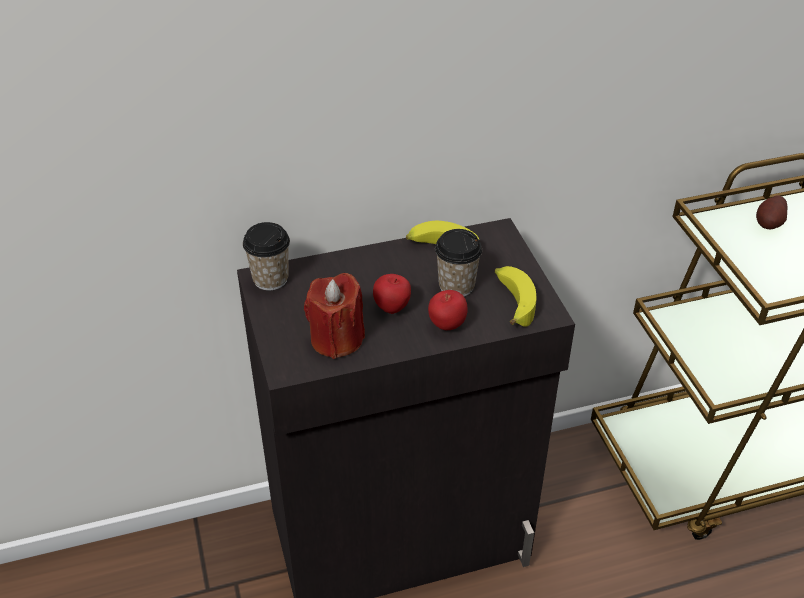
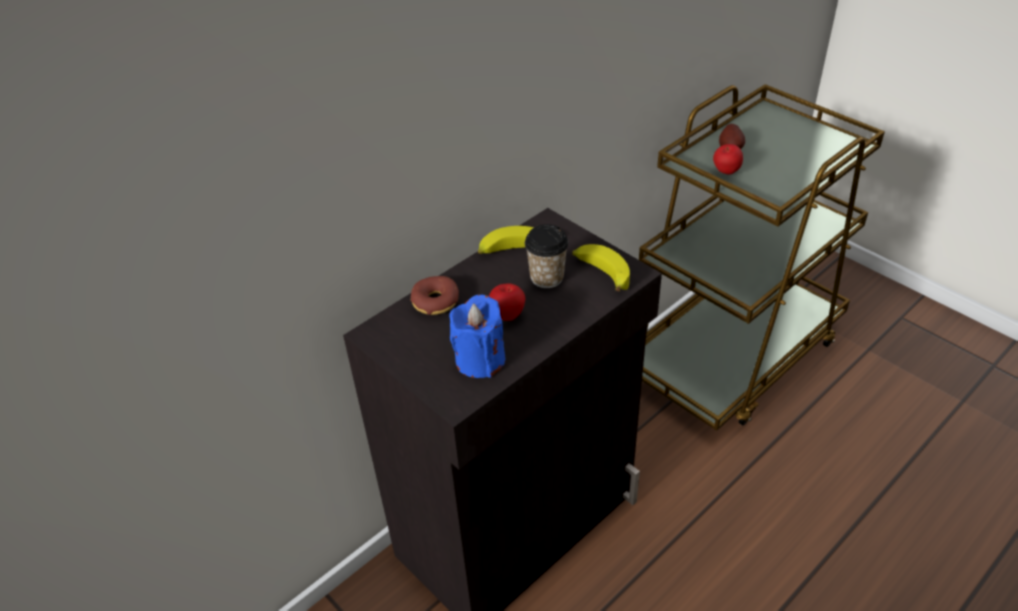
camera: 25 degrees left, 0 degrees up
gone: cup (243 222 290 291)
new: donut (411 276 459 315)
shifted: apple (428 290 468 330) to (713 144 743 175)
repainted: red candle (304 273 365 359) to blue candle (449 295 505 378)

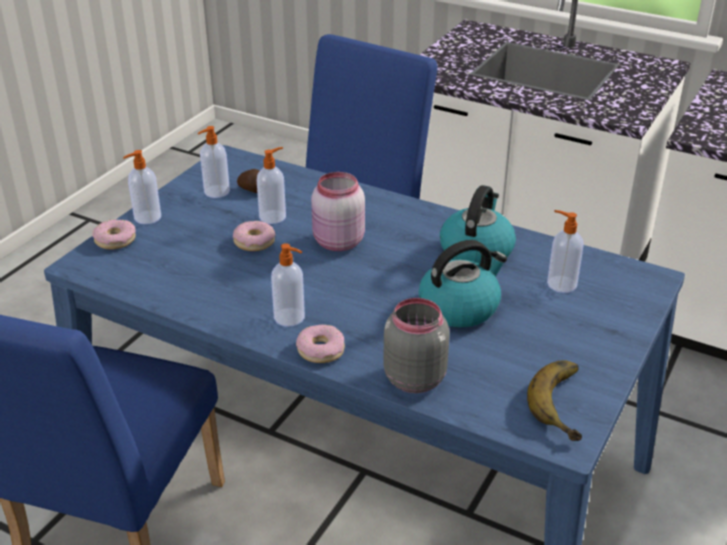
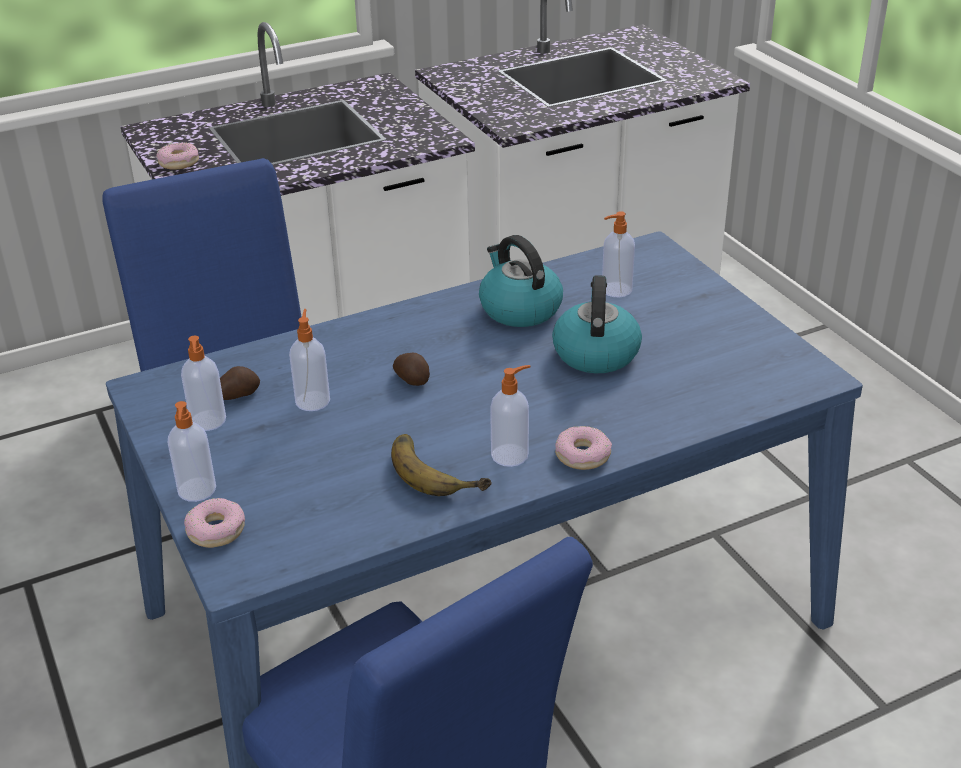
camera: 55 degrees left, 0 degrees up
gone: grey jar (383 298 450 393)
shifted: donut (233 221 275 251) to (156 143 199 170); banana (527 360 582 441) to (391 434 492 496)
swapped: pink jar (311 172 365 251) to potato (393 353 430 386)

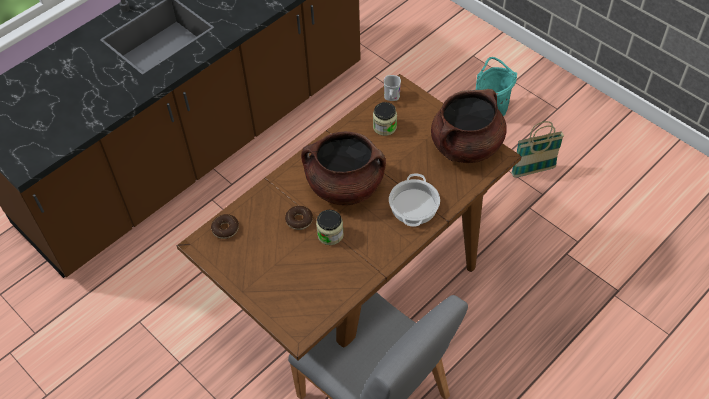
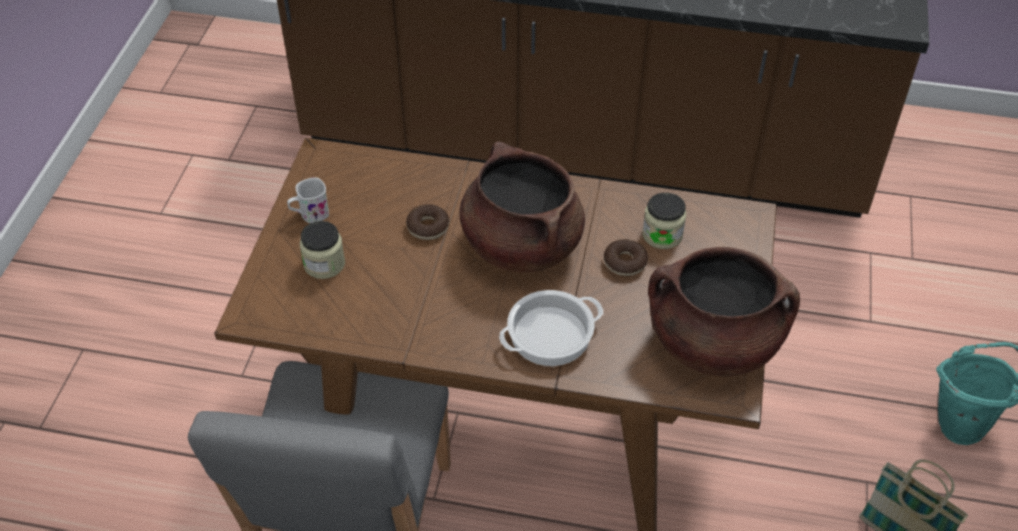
camera: 55 degrees right, 5 degrees down
shifted: white mug (384 75 401 101) to (287 178 329 223); jar (316 210 344 245) to (300 221 345 279); donut (211 214 239 239) to (604 239 648 276)

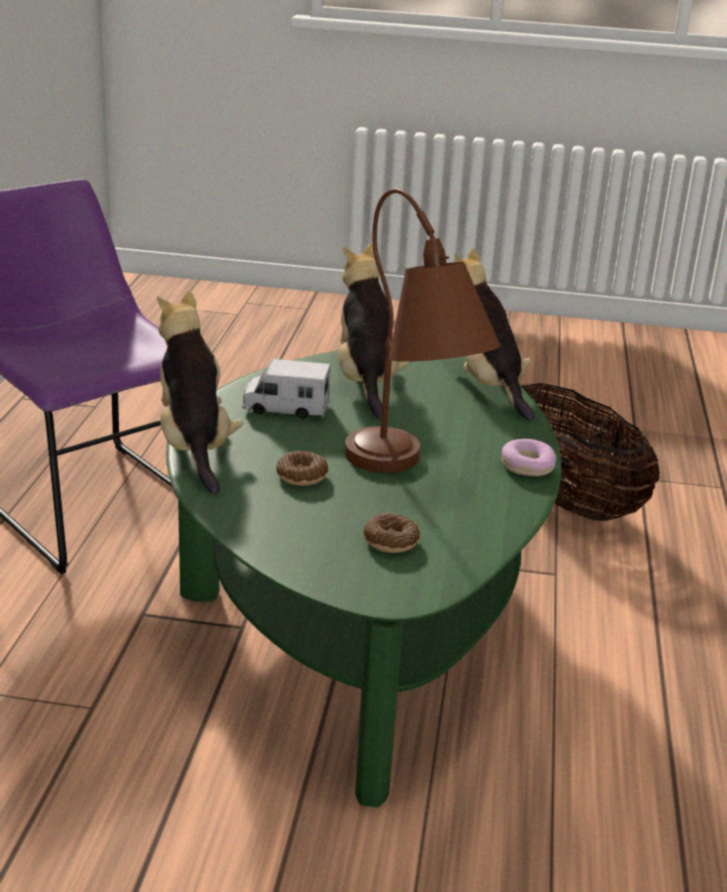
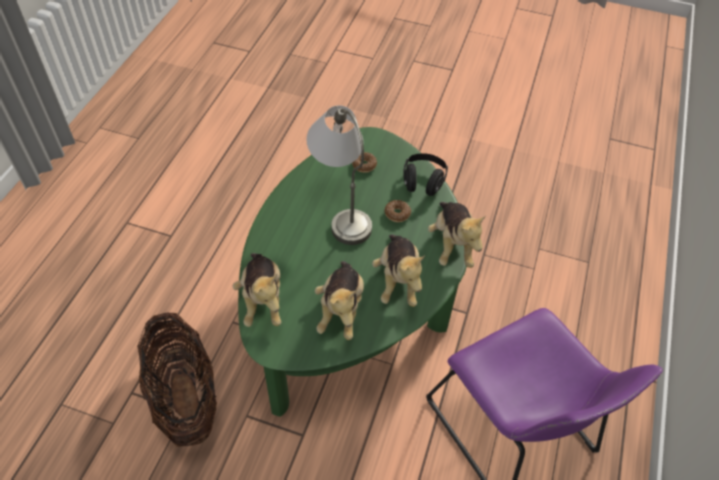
camera: 170 degrees left, 25 degrees up
gone: donut (501 439 556 476)
new: black headphones (403 153 448 196)
swapped: toy truck (242 359 330 419) to plush toy (372 234 425 307)
repainted: brown table lamp (345 188 501 473) to grey table lamp (307 105 372 245)

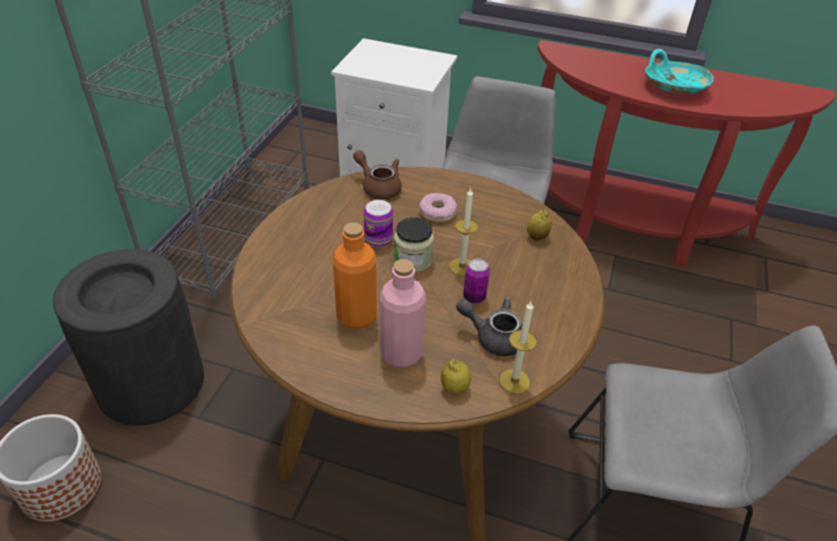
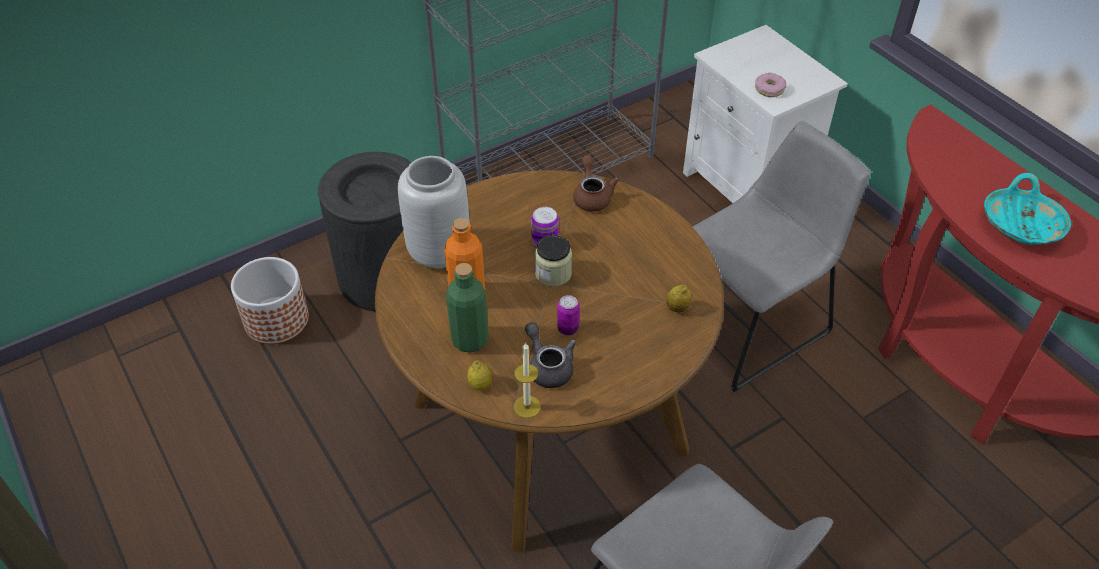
camera: 40 degrees right, 5 degrees up
gone: candle (450 188 478 276)
new: grey vase (398 156 470 268)
shifted: donut (419 193 457 222) to (755 73 786 97)
repainted: pink bottle (380 259 426 368) to green bottle (446 263 489 353)

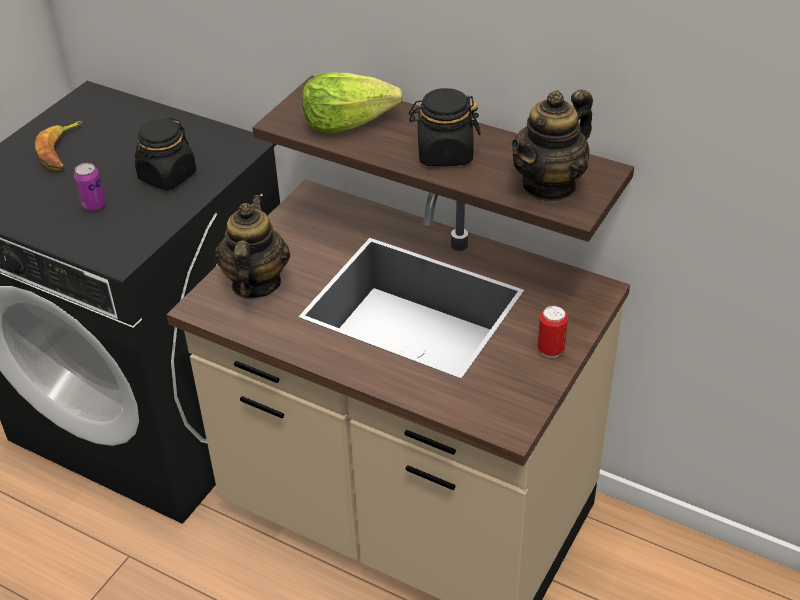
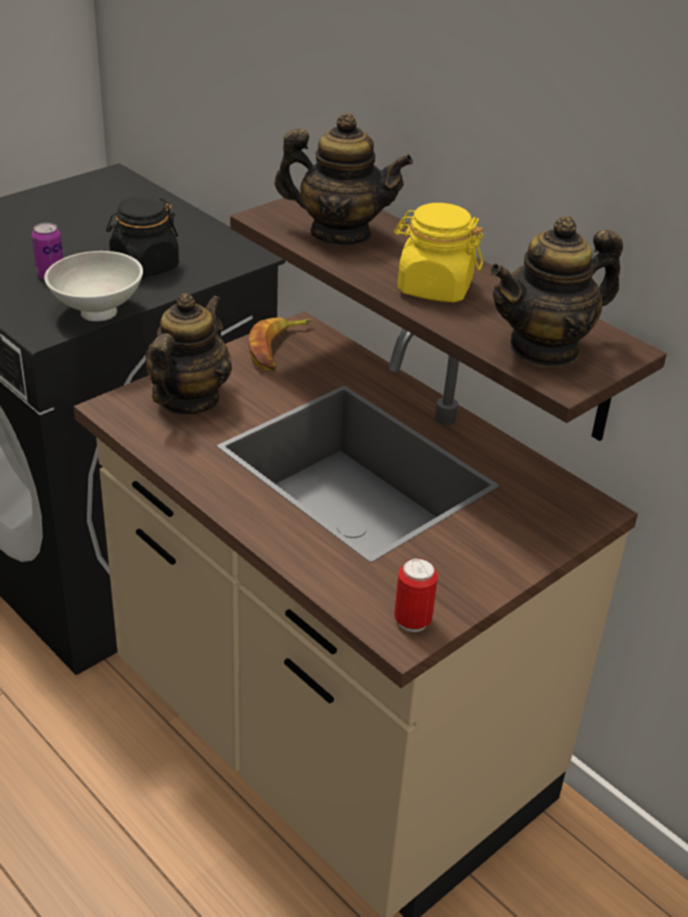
camera: 15 degrees right, 5 degrees down
new: white bowl (44 251 143 321)
shifted: banana (35 121 83 170) to (249 317 313 371); can (538 306 568 358) to (394 558 438 632)
swapped: lettuce (302 72 403 133) to teapot (274 113 413 245)
repainted: black jar (409 88 481 166) to yellow jar (394 203 484 302)

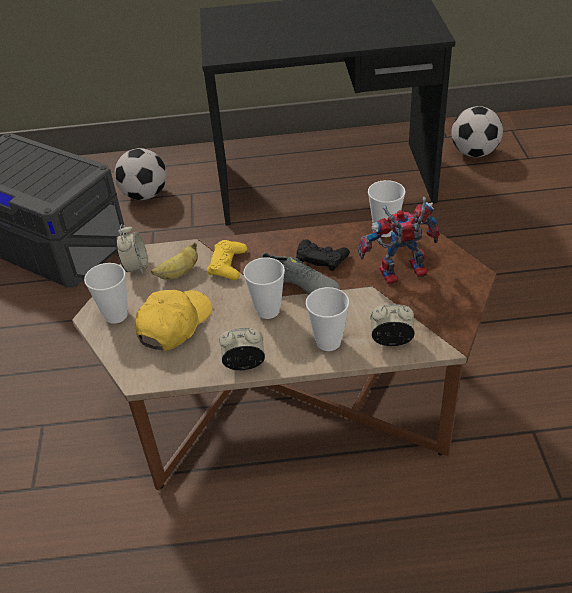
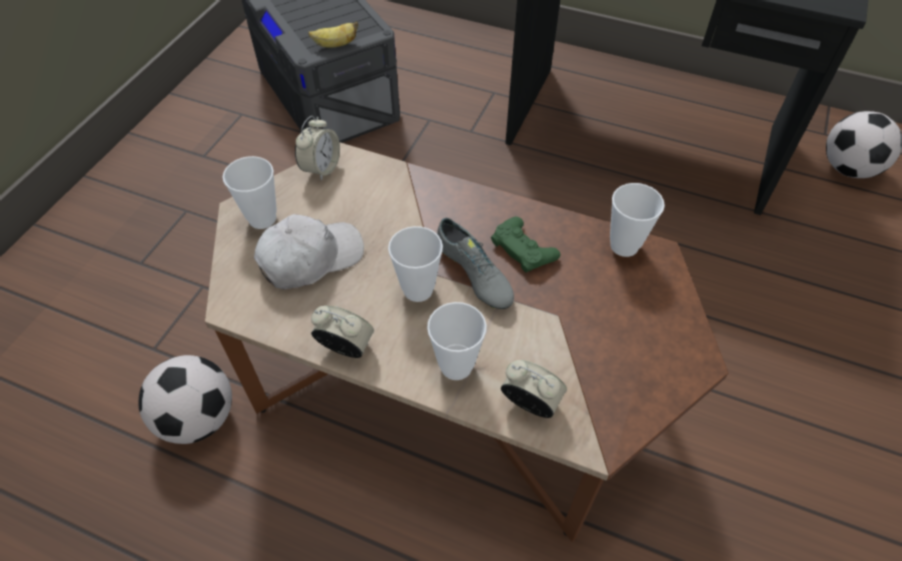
camera: 25 degrees right, 10 degrees up
gone: toy robot (357 197 440 285); yellow game controller (207 240 247 280)
shifted: football (115 148 166 200) to (138 355 232 444); banana (151 242 198 280) to (308 22 359 48)
repainted: black game controller (296 239 350 271) to green game controller (491 217 560 272); yellow cap (135 290 213 351) to white cap (254 214 364 289)

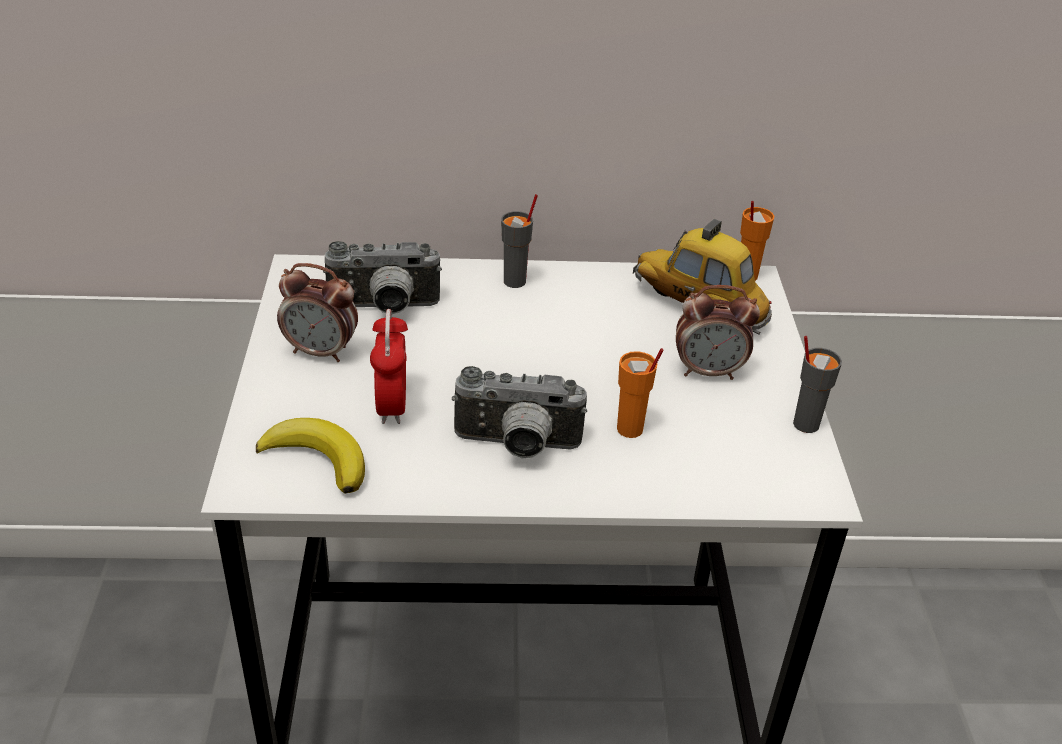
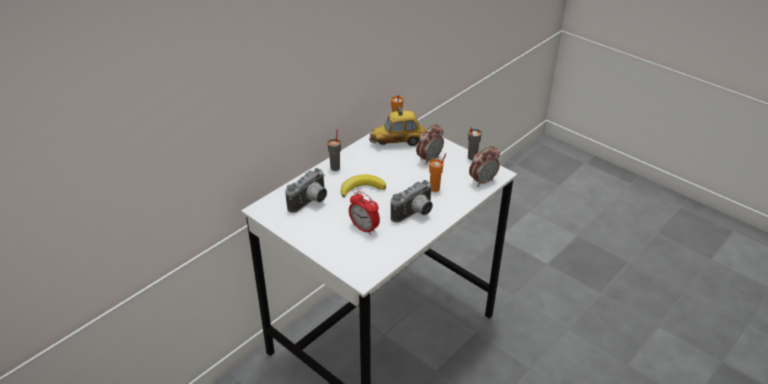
camera: 45 degrees left, 0 degrees up
shifted: alarm clock (277 263 358 362) to (469 146 500 187); banana (256 418 365 494) to (341 175 386 198)

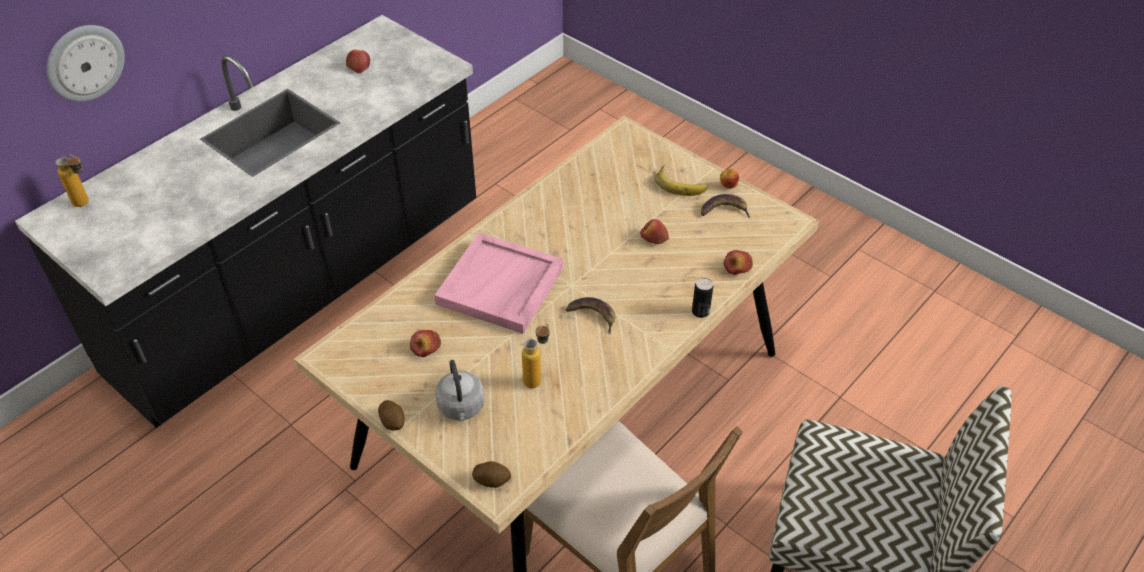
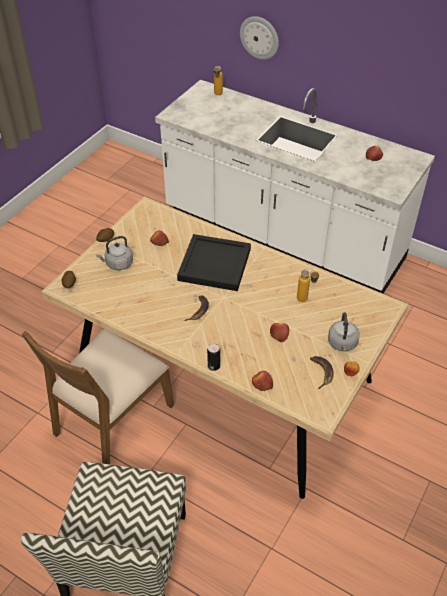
camera: 80 degrees right, 0 degrees up
shifted: bottle (522 324 549 388) to (297 270 319 302)
swapped: banana (654 165 708 196) to grey kettle (328 312 360 352)
repainted: black counter (15 15 476 428) to white counter (155 80 435 294); pink tray (434 233 563 334) to black tray (177 234 251 291)

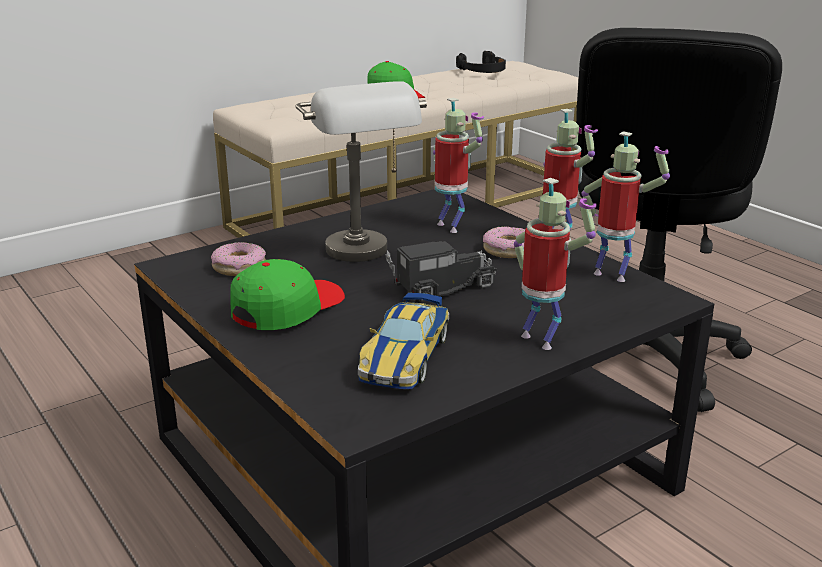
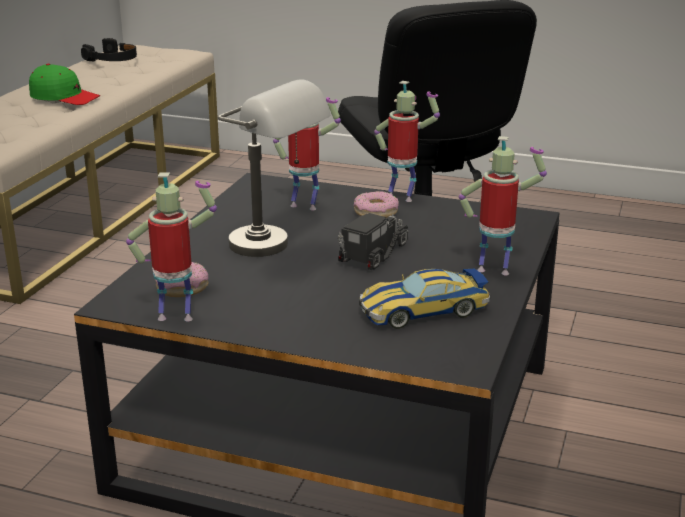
camera: 35 degrees left, 0 degrees up
gone: green cap (230 259 345 330)
shifted: toy robot (581 131 670 282) to (126 172 217 321)
rotated: toy car (358 293 449 389) = (359 269 491 329) 90 degrees clockwise

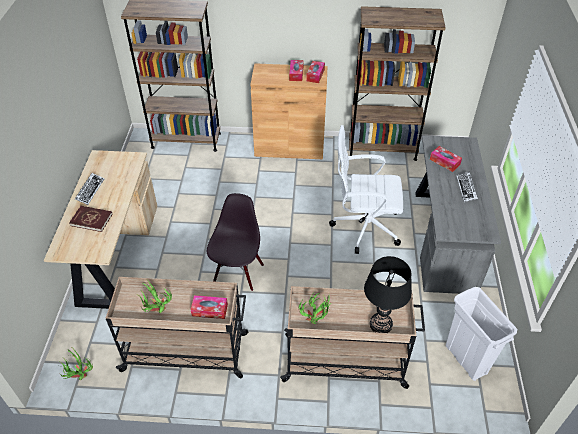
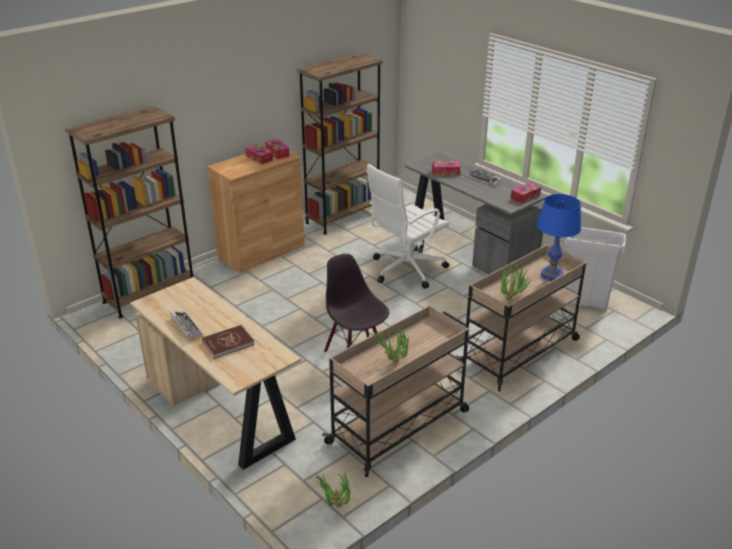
camera: 45 degrees left, 15 degrees down
shifted: tissue box (191 295 228 319) to (511 182 541 204)
repainted: black table lamp (364 256 412 333) to blue table lamp (537 194 581 281)

